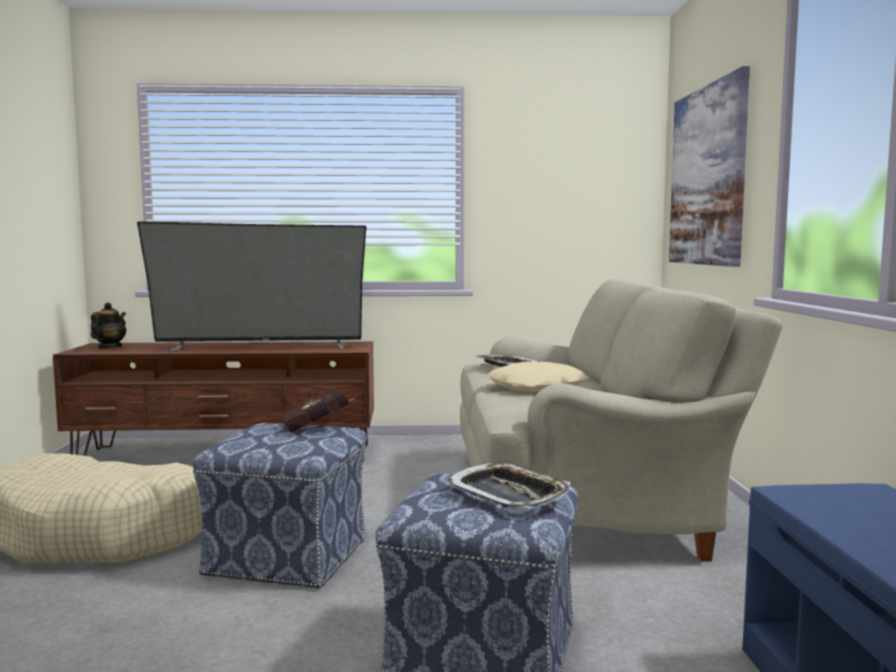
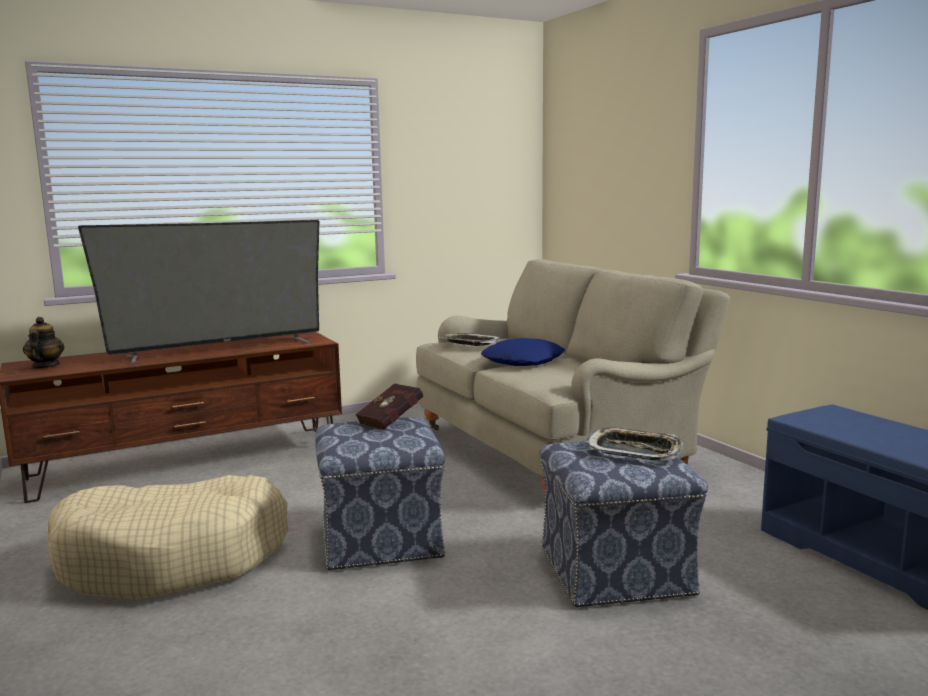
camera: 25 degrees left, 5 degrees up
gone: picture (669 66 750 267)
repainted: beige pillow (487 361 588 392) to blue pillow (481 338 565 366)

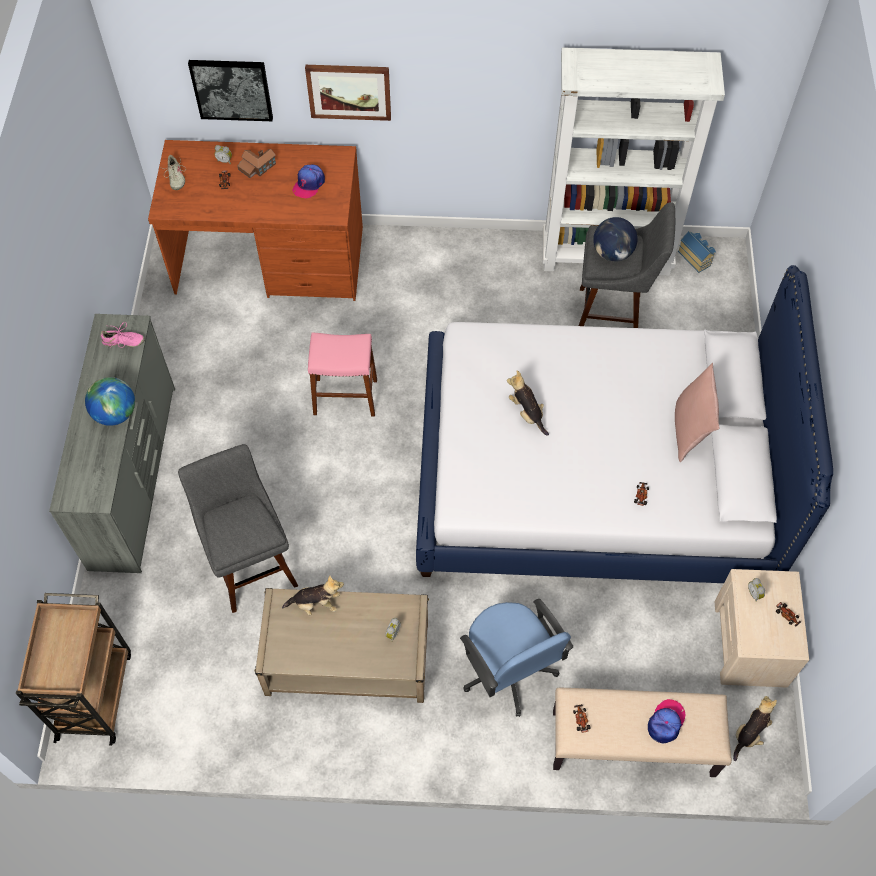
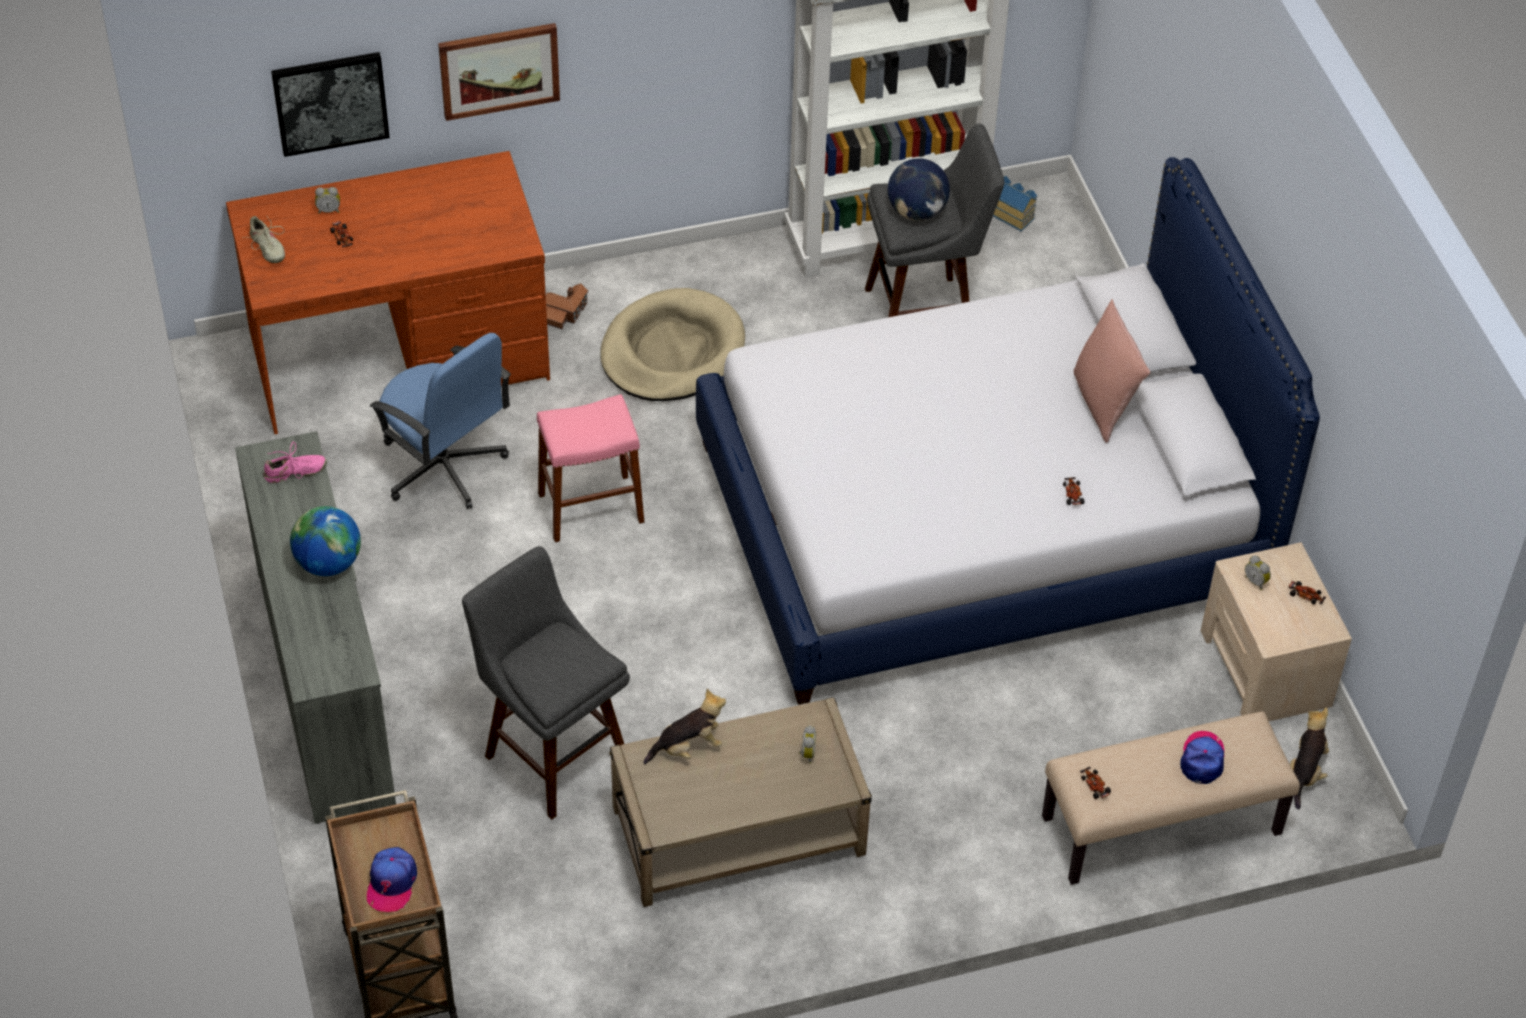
camera: 20 degrees left, 10 degrees down
gone: plush toy (507 370 549 436)
new: beige dog bed (600 288 745 401)
shifted: toy house (238 149 276 179) to (546 283 588 330); cap (293 165 325 198) to (367 847 417 912); blue office chair (460 599 573 717) to (370 333 511 509)

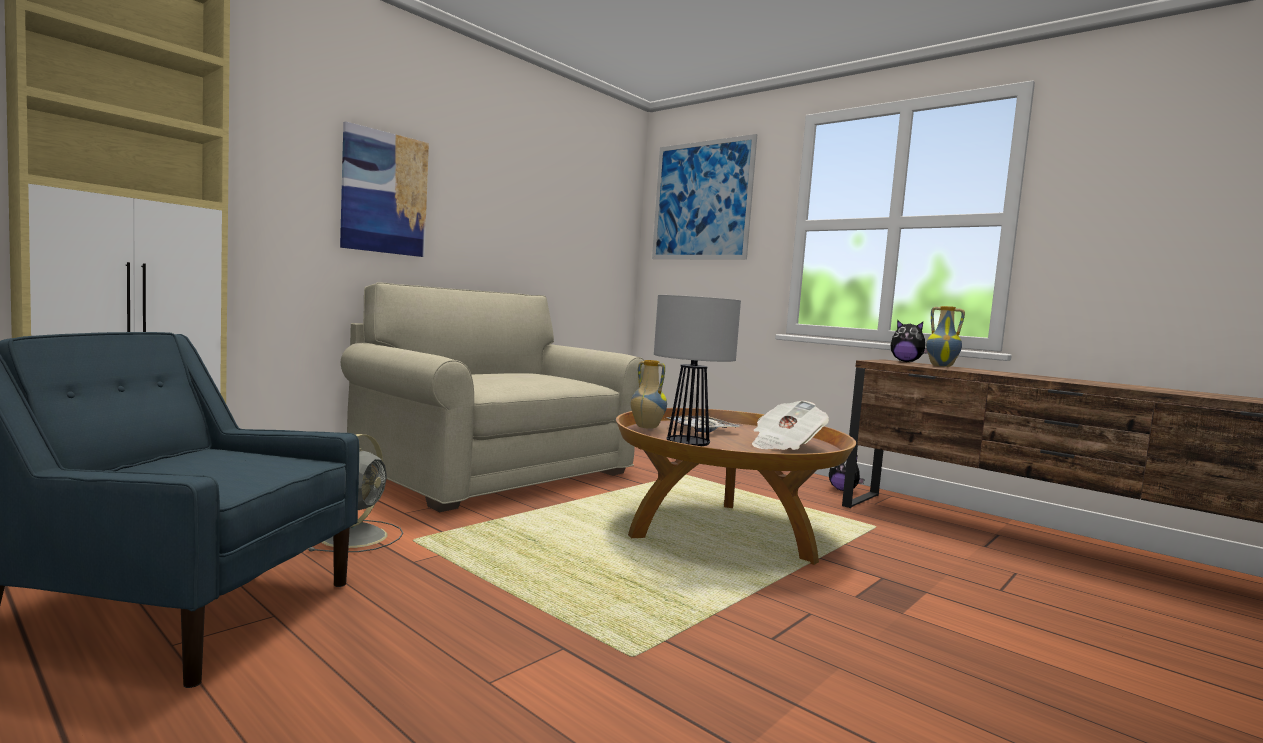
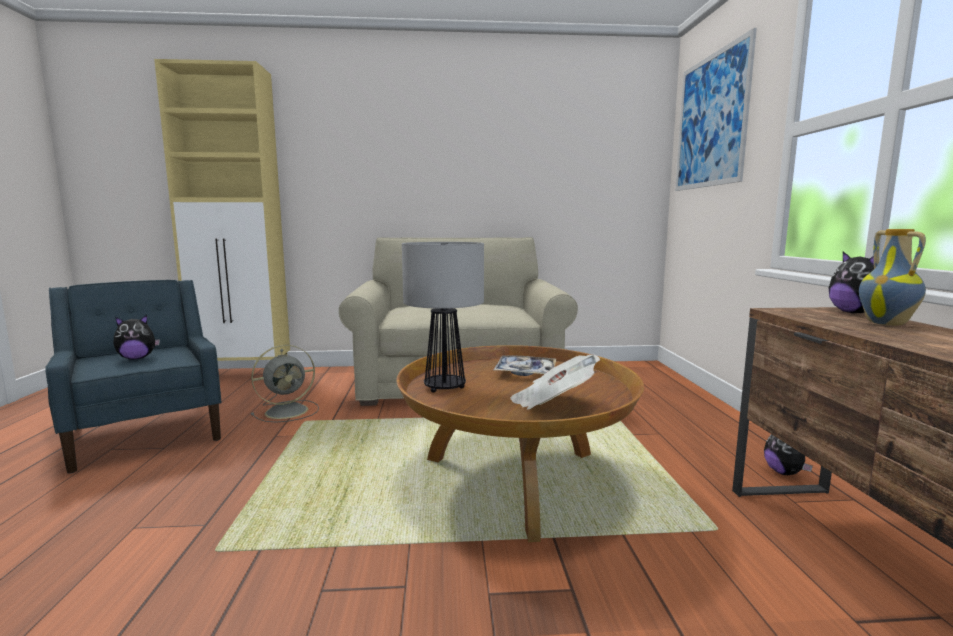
camera: 45 degrees right, 5 degrees up
gone: picture (340 121 429 257); vase (631 360 667 429)
new: plush toy (113 315 160 359)

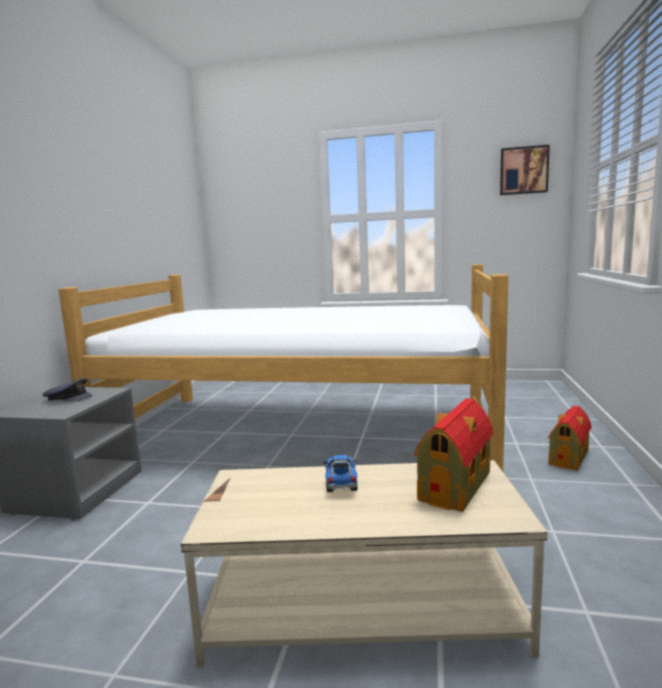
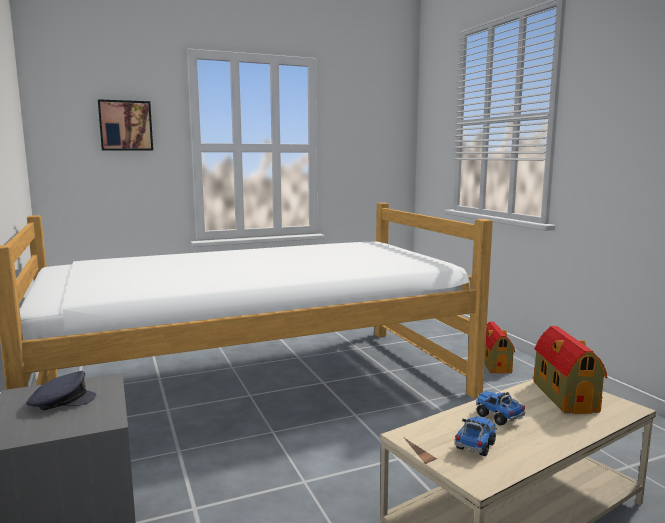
camera: 35 degrees left, 0 degrees up
new: toy truck (455 416 497 456)
shifted: picture (500 145 550 195) to (98 99 153 151)

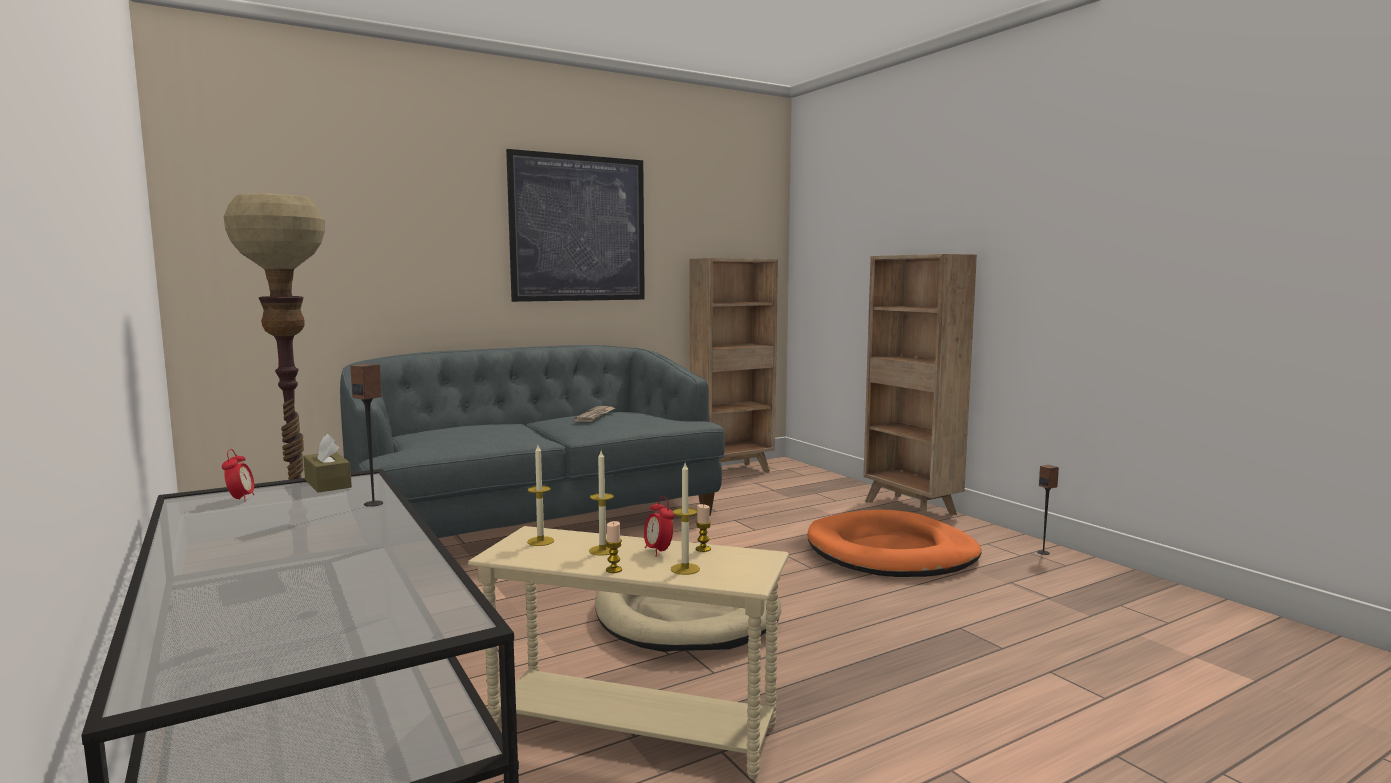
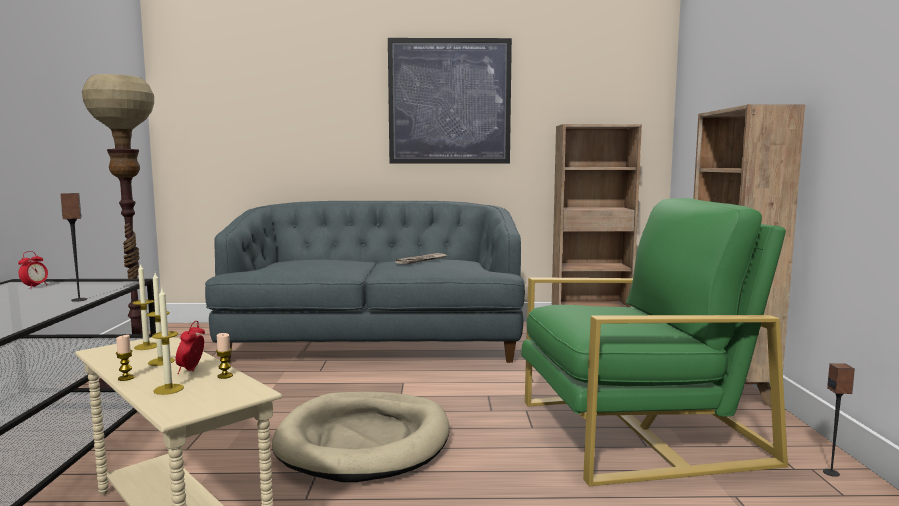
camera: 30 degrees right, 0 degrees up
gone: brown tissue box (303 434 352 493)
swapped: orange dog bed (807 510 981 577) to green armchair (521 198 788 486)

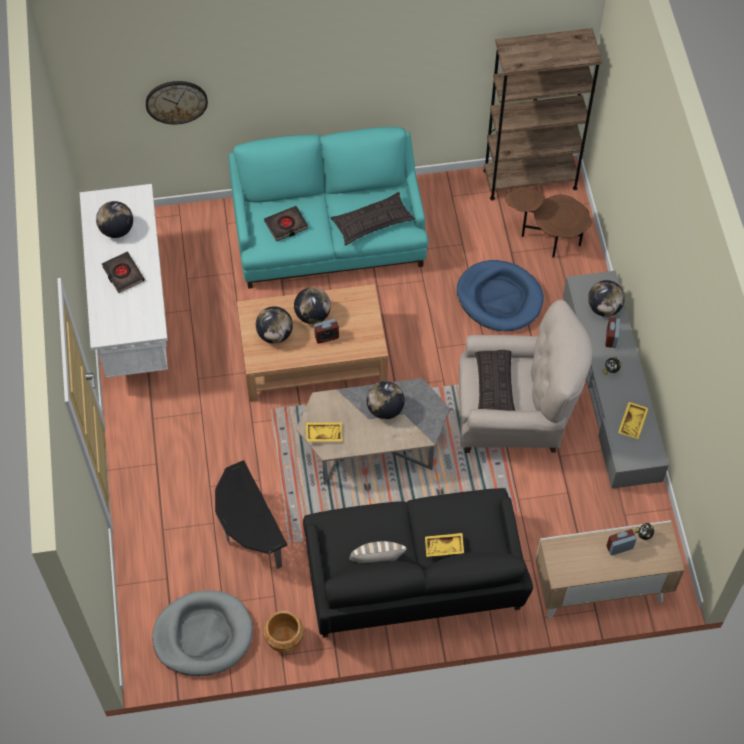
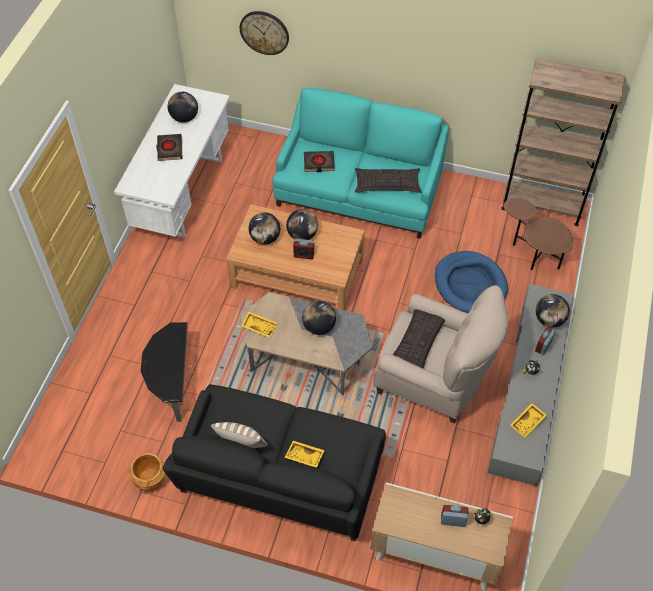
camera: 25 degrees right, 5 degrees down
gone: grey dog bed (152 590 253 676)

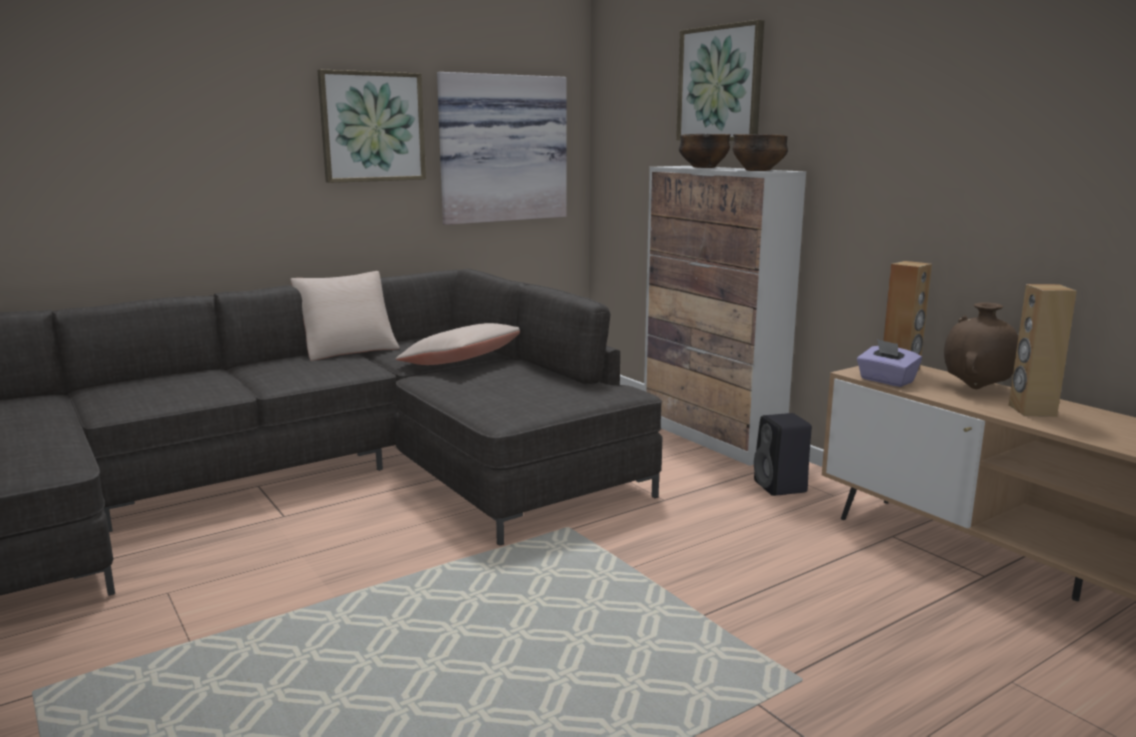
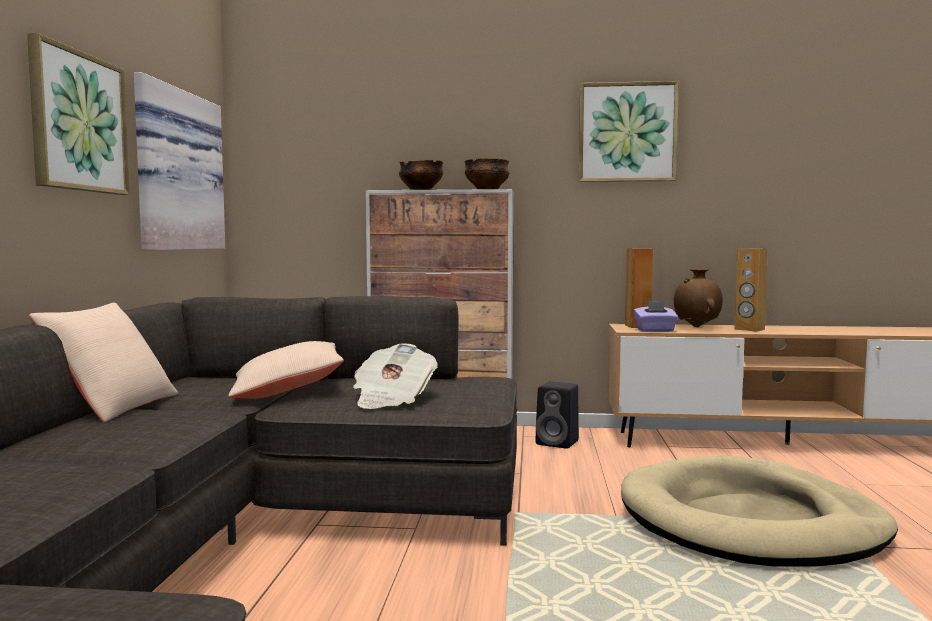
camera: 50 degrees left, 10 degrees down
new: newspaper (353 343 438 409); beige dog bed (621 456 898 567)
shifted: picture (676 20 764 141) to (578 81 679 182)

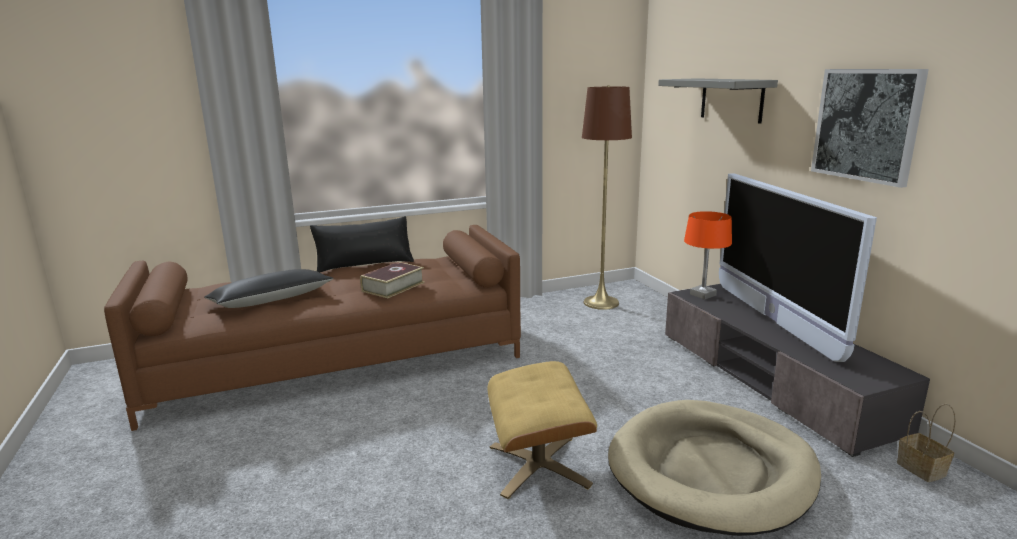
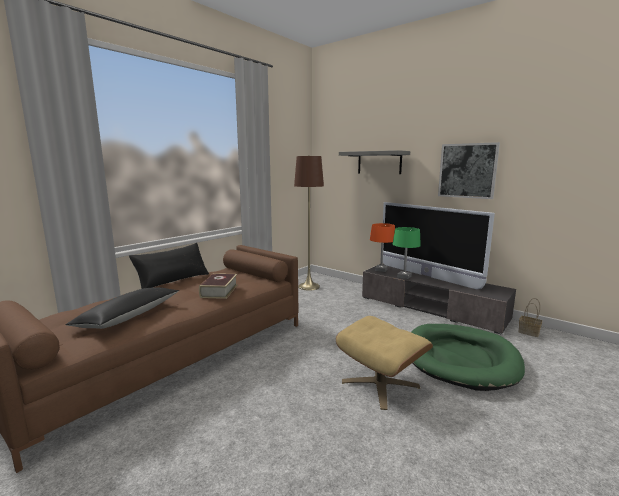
camera: 30 degrees left, 5 degrees down
new: green table lamp (393 227 421 279)
repainted: beige dog bed (608 400 821 536) to green dog bed (411 324 525 391)

